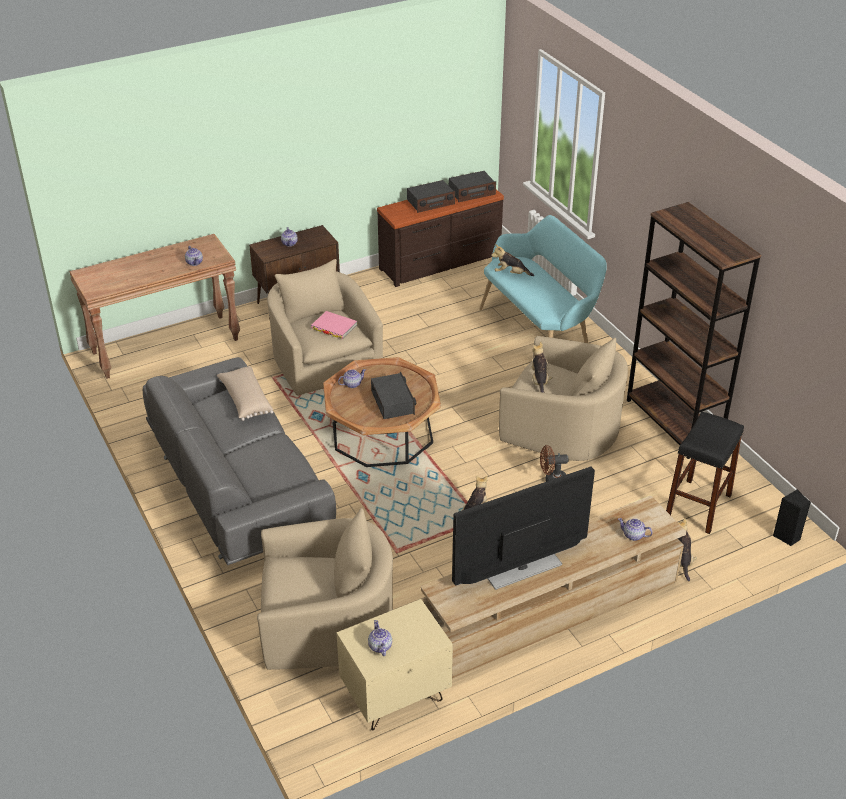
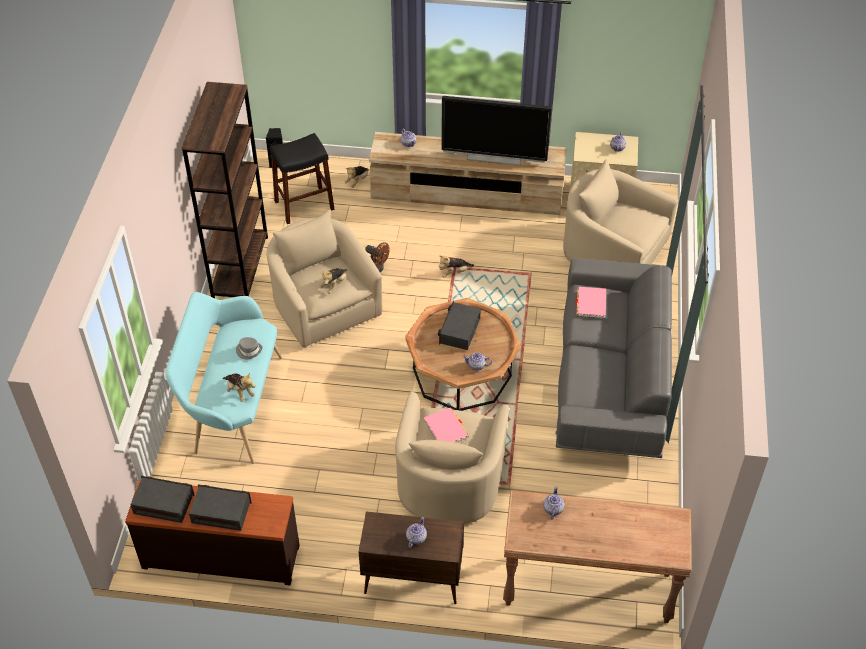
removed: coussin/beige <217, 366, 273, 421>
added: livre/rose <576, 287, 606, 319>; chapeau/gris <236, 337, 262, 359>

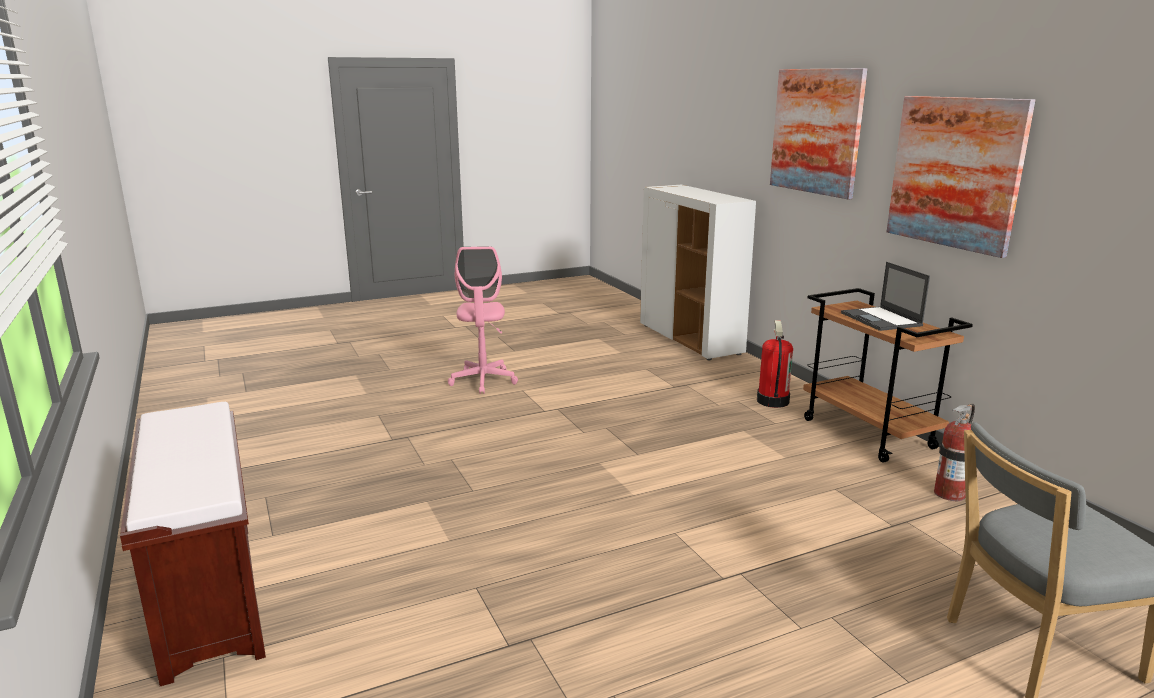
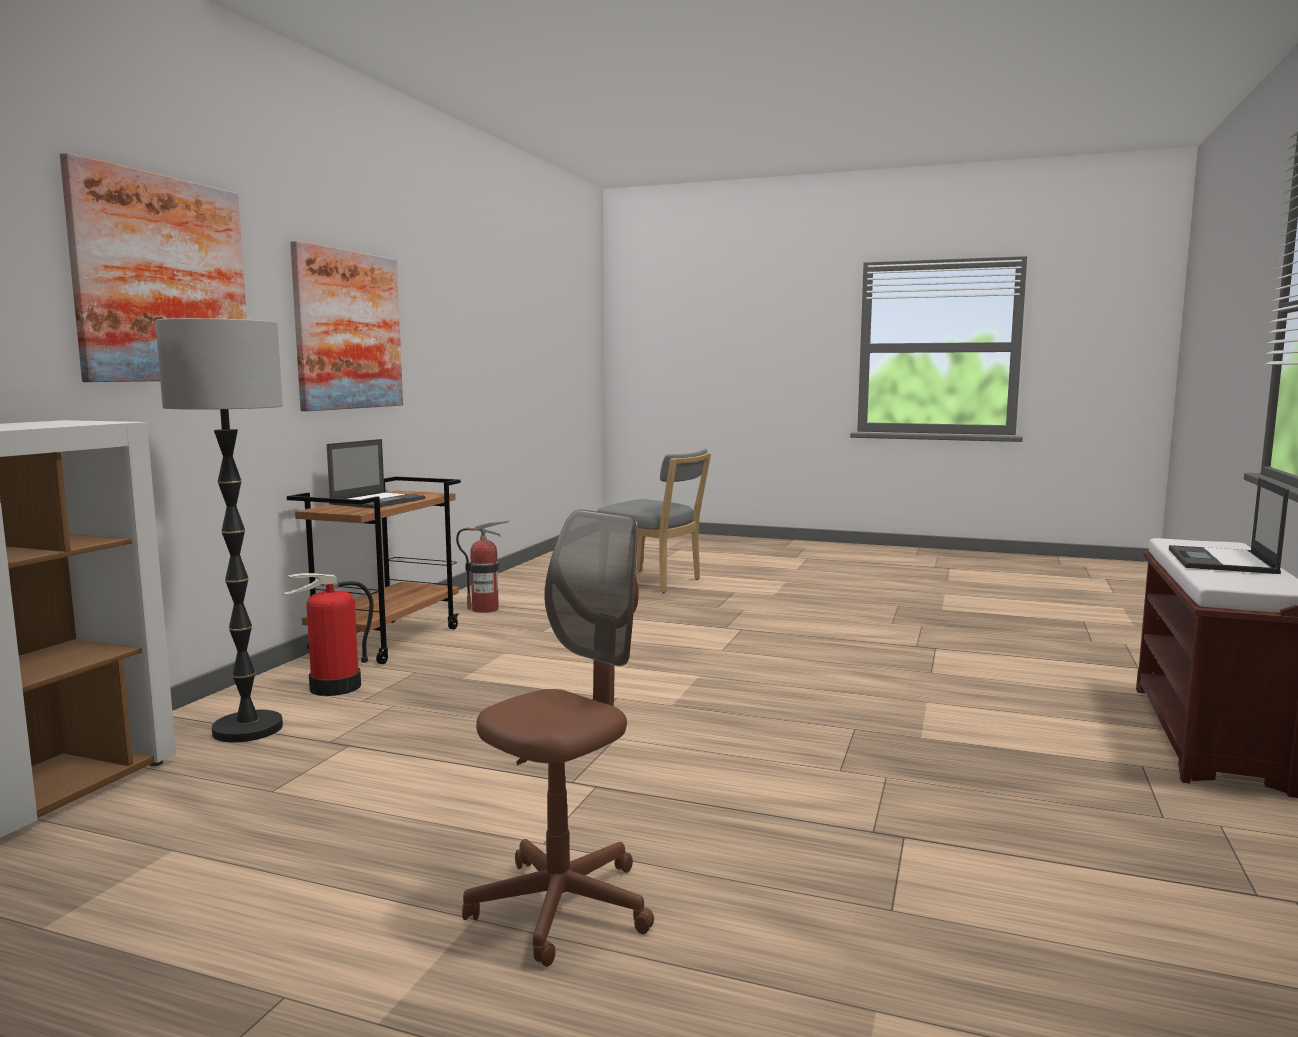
added: lampadaire <155, 318, 283, 742>; ordinateur portable <1169, 478, 1289, 574>
recoloured: chaise de bureau/rose <448, 246, 518, 394> to chaise de bureau/marron <462, 509, 654, 967>

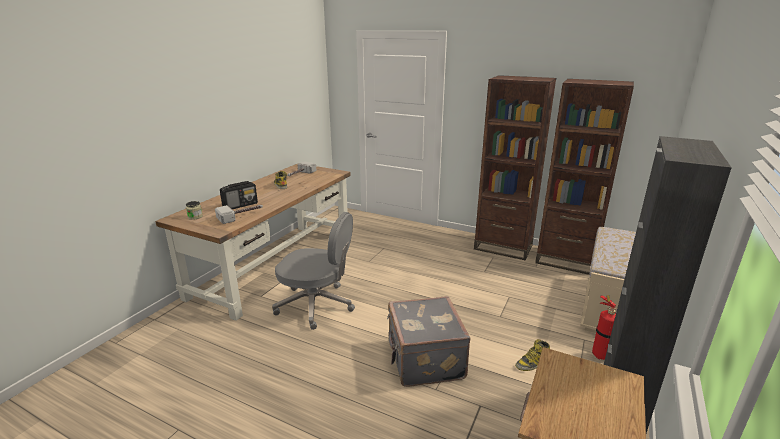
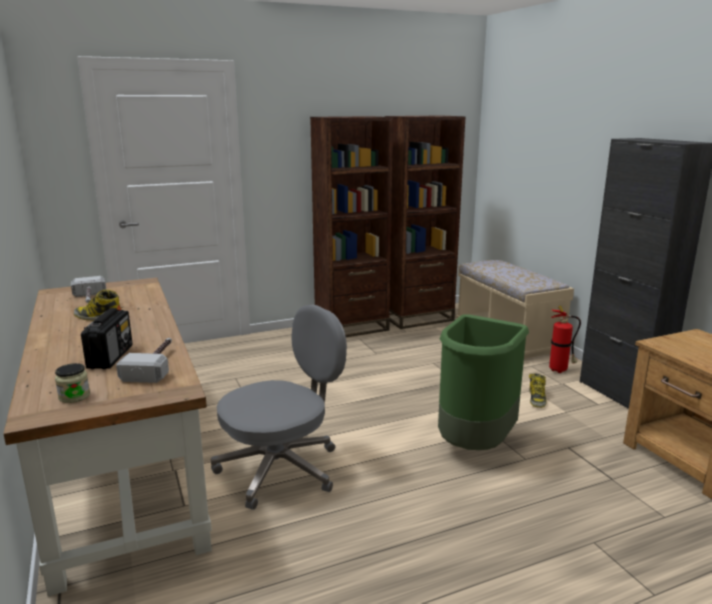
replaced: valise/gris <387, 296, 470, 387> to poubelle/vert <438, 314, 529, 450>

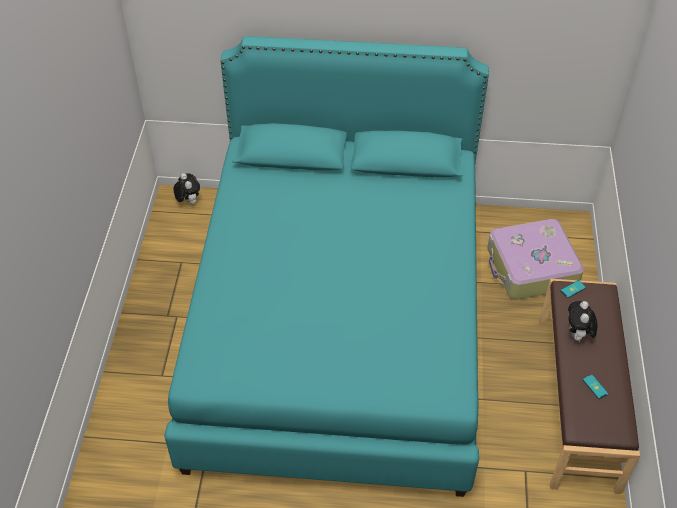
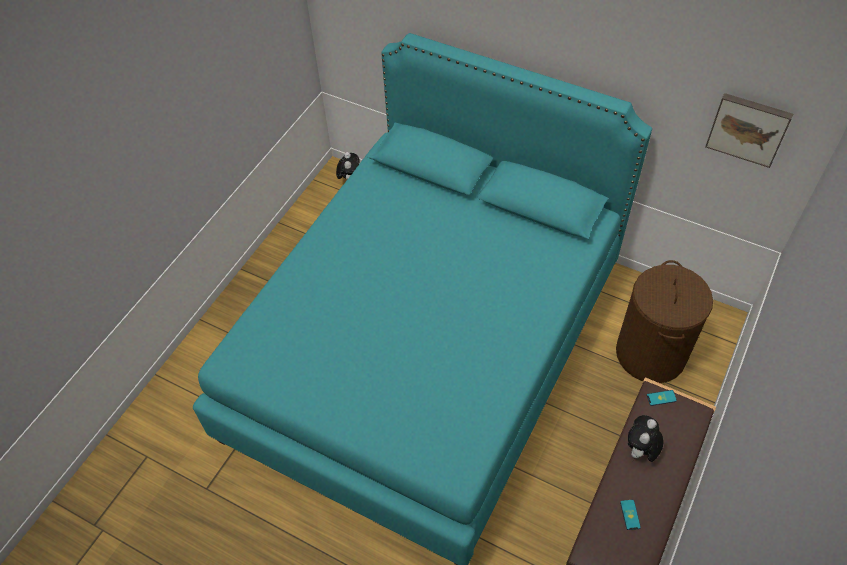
added: tableau <705, 93, 793, 168>
replaced: valise <487, 219, 584, 300> to panier à linge/marron <616, 260, 713, 383>

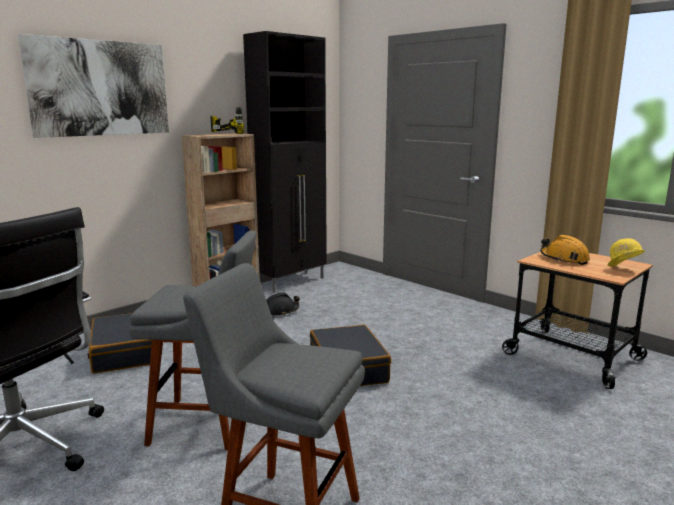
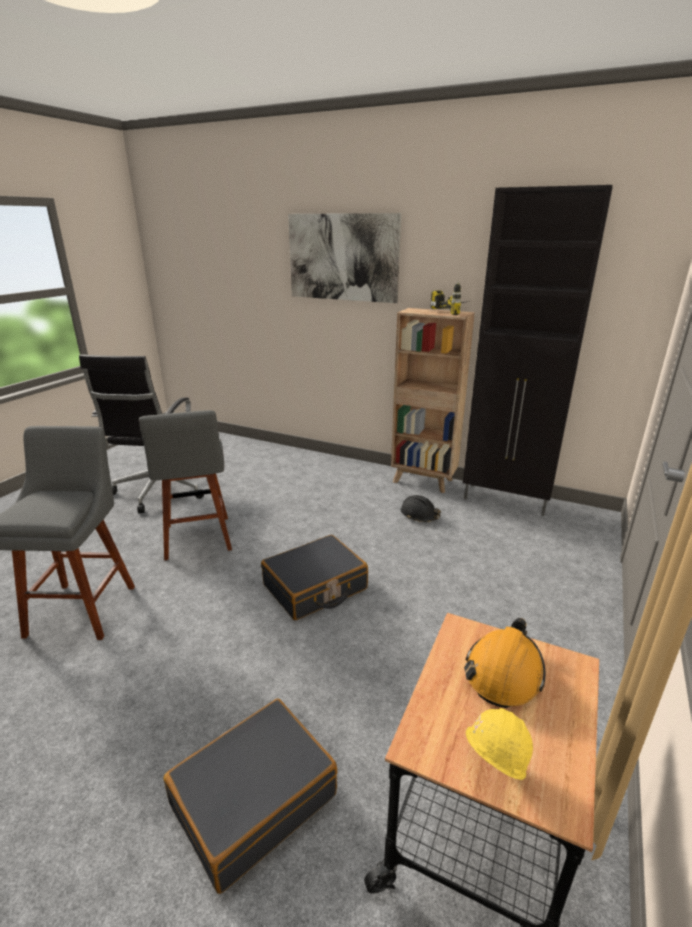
moved: valise/noir <87, 313, 152, 374> to <163, 698, 337, 894>

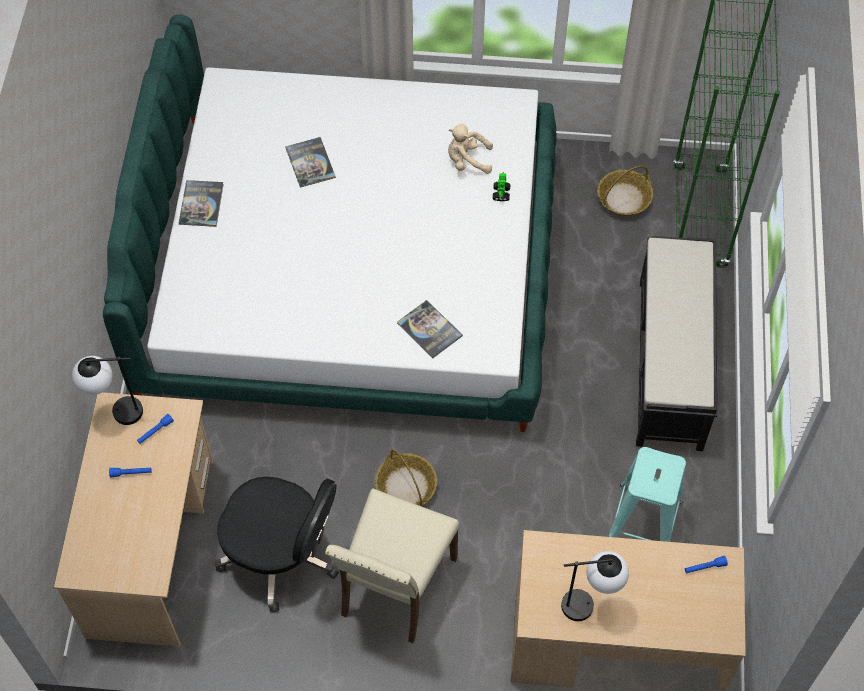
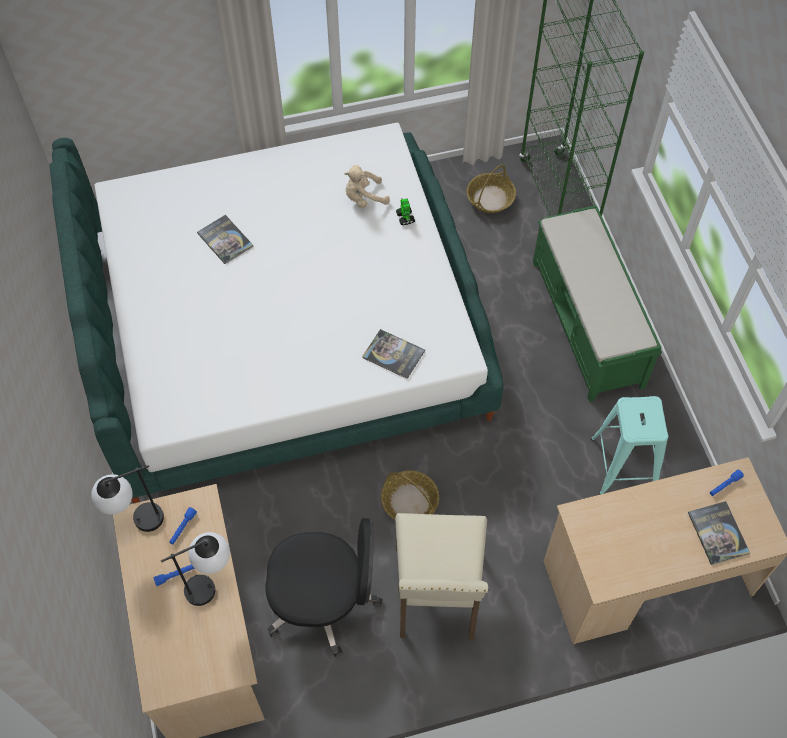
moved: livre <179, 180, 224, 227> to <688, 501, 750, 565>; lampe de table <561, 551, 629, 621> to <161, 532, 230, 606>
recoloured: banc/noir <636, 236, 717, 451> to banc/vert <533, 205, 662, 402>

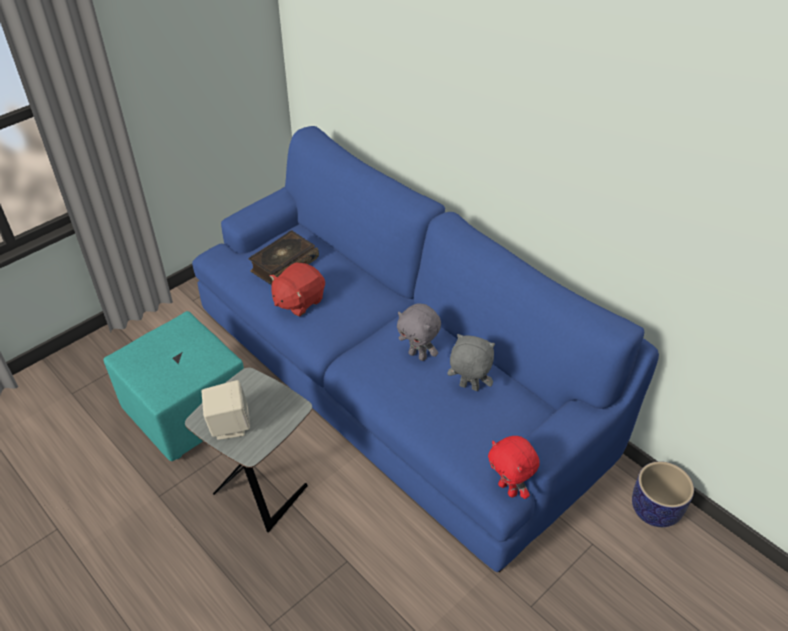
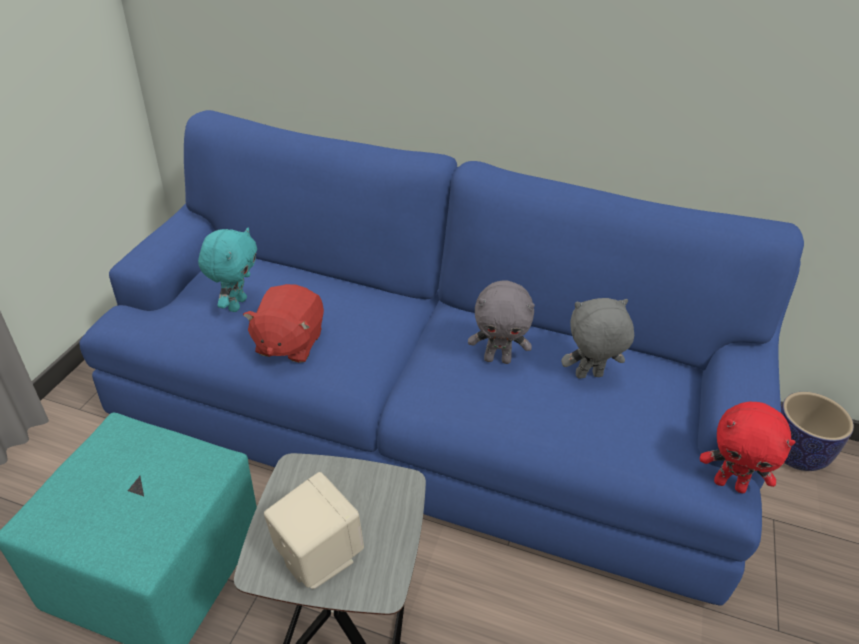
replaced: livre <249, 231, 319, 285> to peluche/turquoise <198, 228, 257, 312>

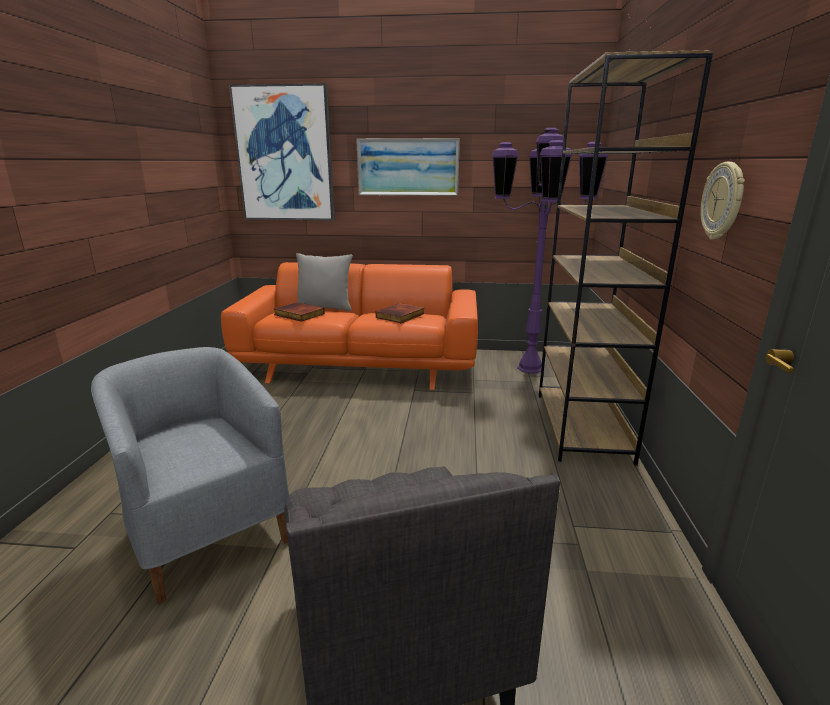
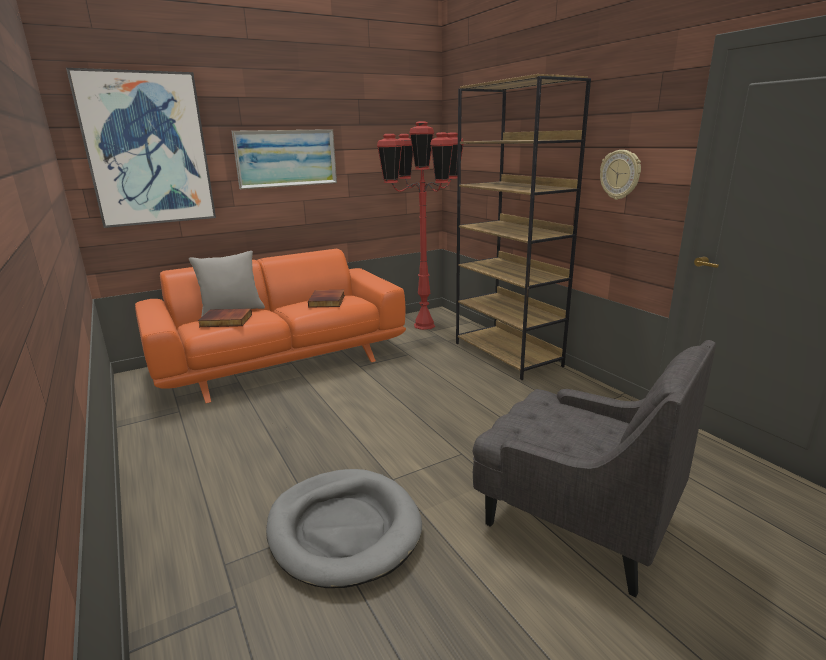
replaced: fauteuil/gris <91, 347, 289, 604> to panier pour chien/gris <266, 469, 422, 588>
recoloured: lampadaire/violet <492, 128, 608, 374> to lampadaire/rouge <377, 121, 463, 330>

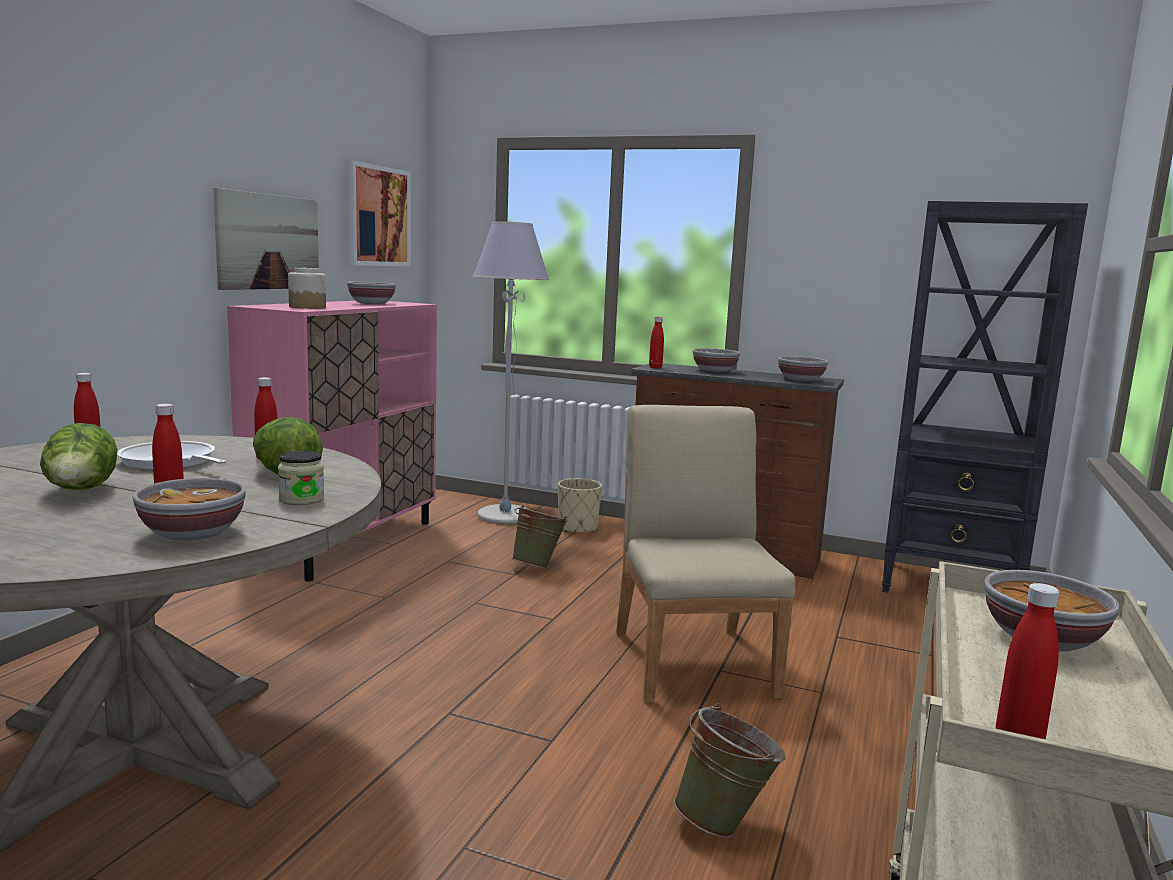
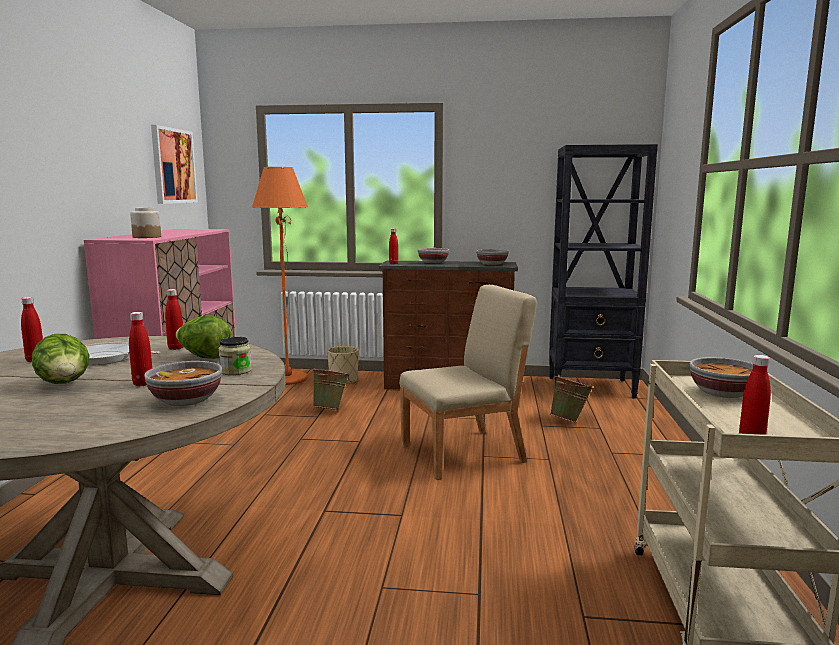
removed: tableau <213, 188, 319, 290>; bol <347, 282, 396, 304>
moved: seau/vert <674, 703, 786, 838> to <550, 375, 593, 423>
recoloured: lampadaire/gris <473, 221, 549, 524> to lampadaire/orange <252, 167, 308, 385>
turned: chaise/beige <616, 405, 796, 703> = <399, 285, 537, 480> 90 degrees clockwise

